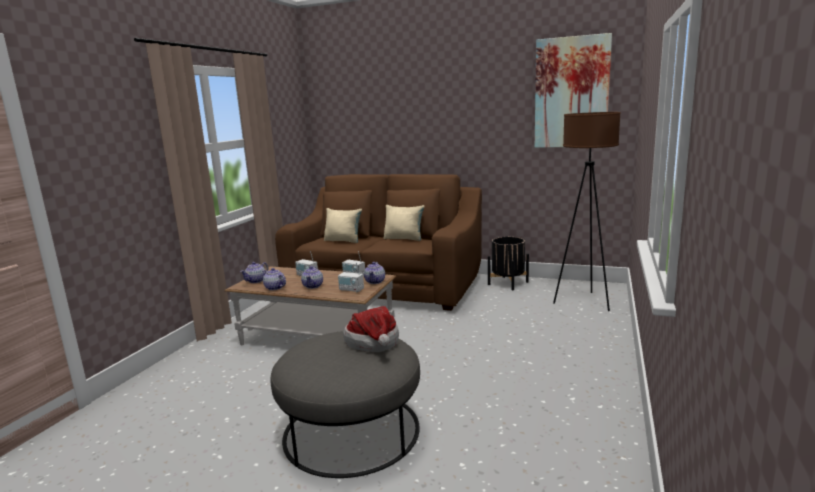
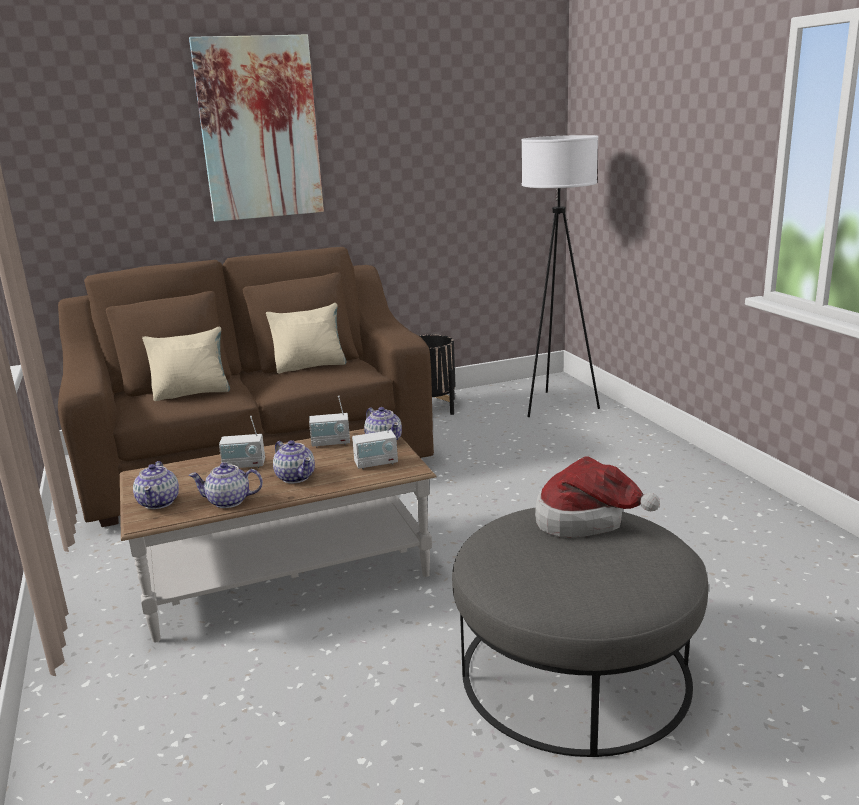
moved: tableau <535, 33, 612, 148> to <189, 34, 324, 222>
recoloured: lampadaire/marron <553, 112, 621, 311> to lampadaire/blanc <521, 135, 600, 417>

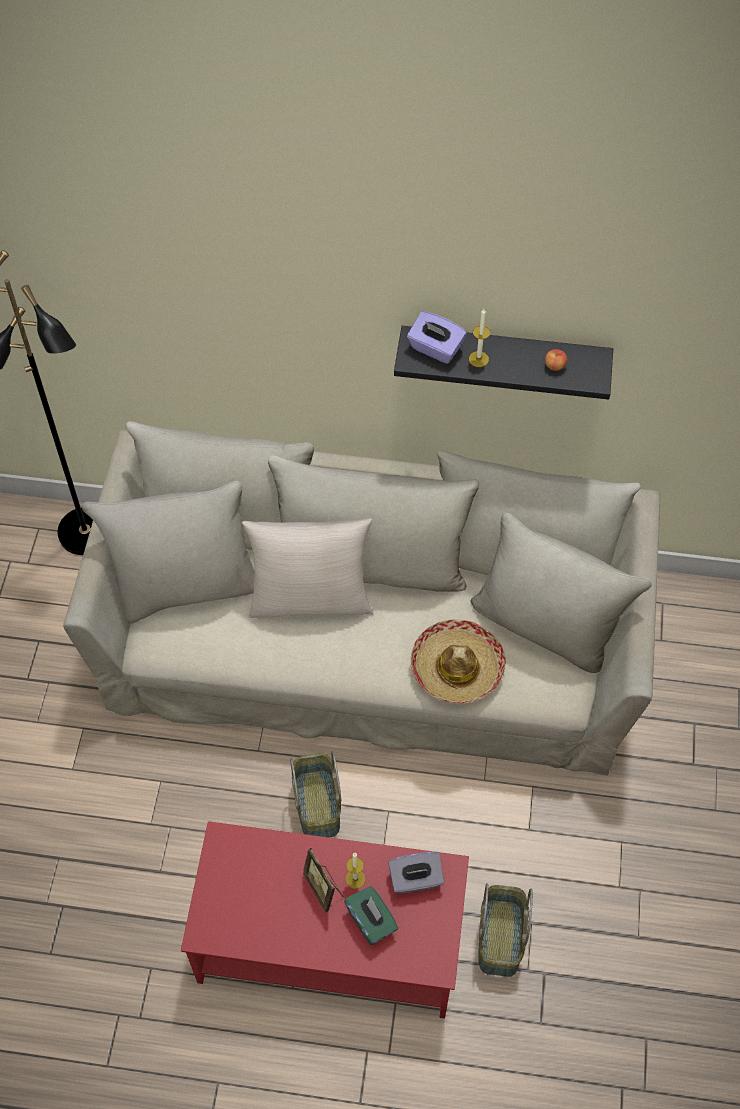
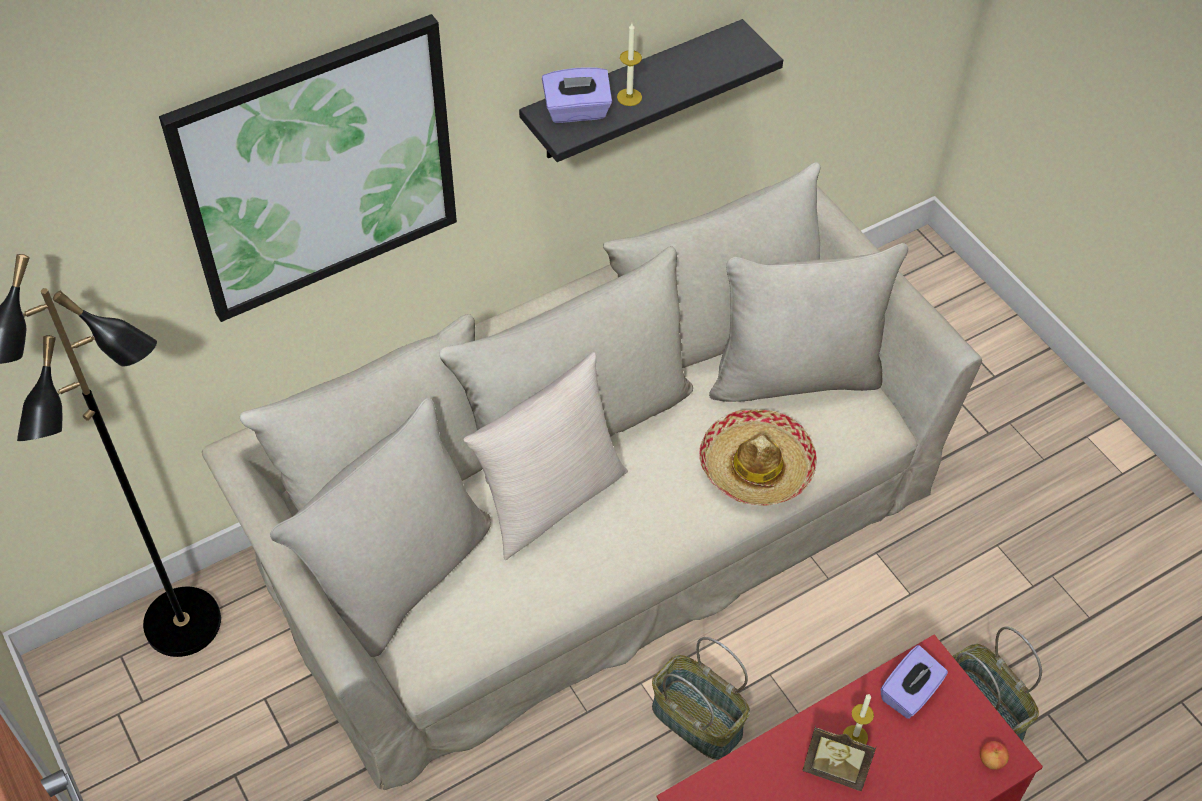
removed: boîte à mouchoirs/vert <344, 886, 398, 945>
added: tableau <159, 14, 457, 322>
moved: pomme <545, 349, 567, 371> to <980, 741, 1009, 770>
recoloured: boîte à mouchoirs/gris <388, 852, 444, 894> to boîte à mouchoirs/violet <881, 645, 948, 719>

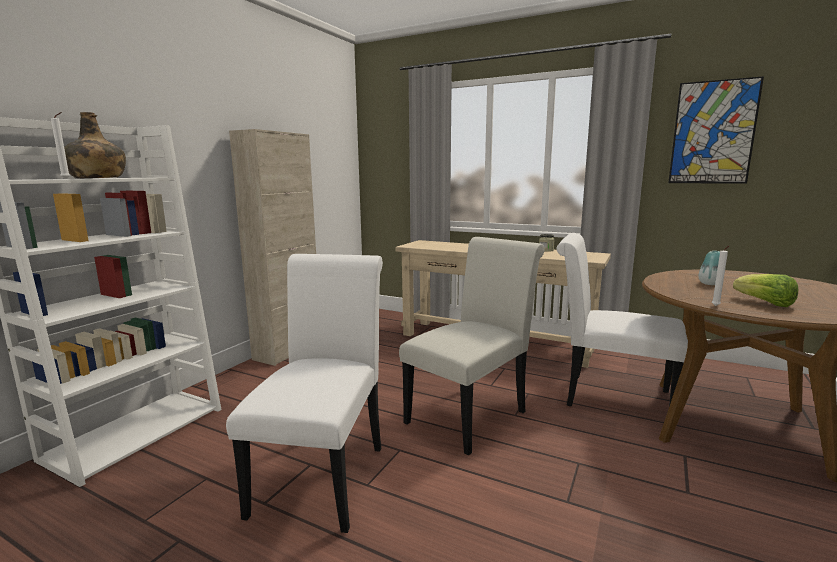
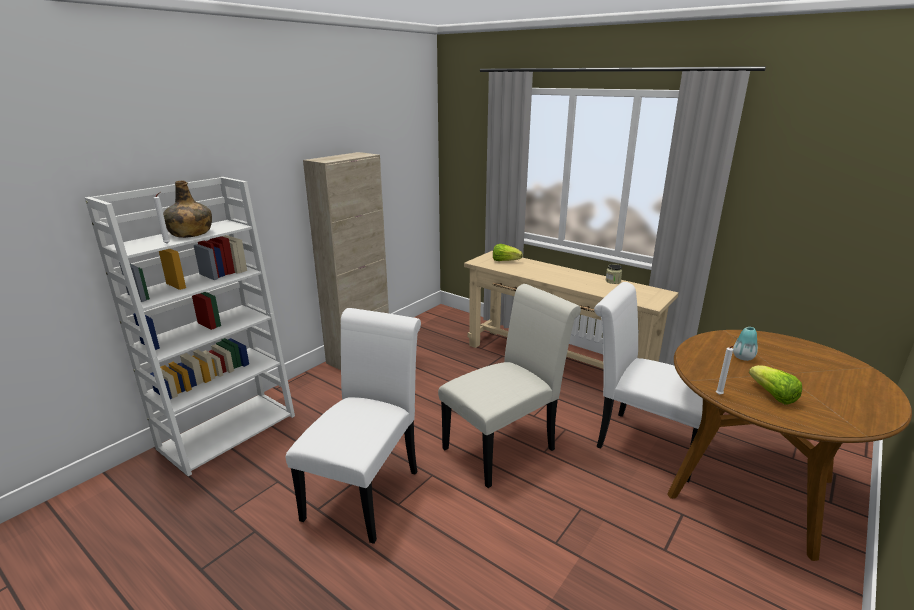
removed: tableau <668, 76, 764, 184>
added: laitue <493, 244, 523, 261>

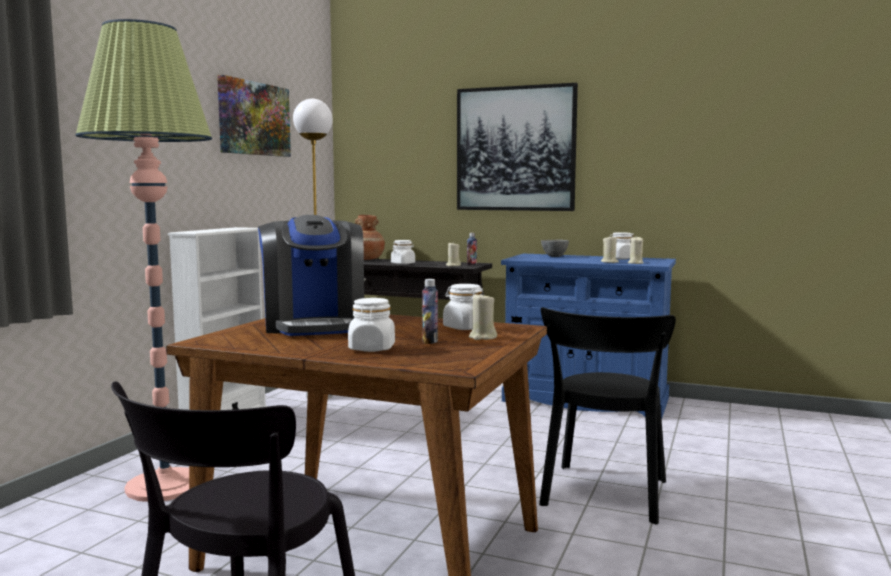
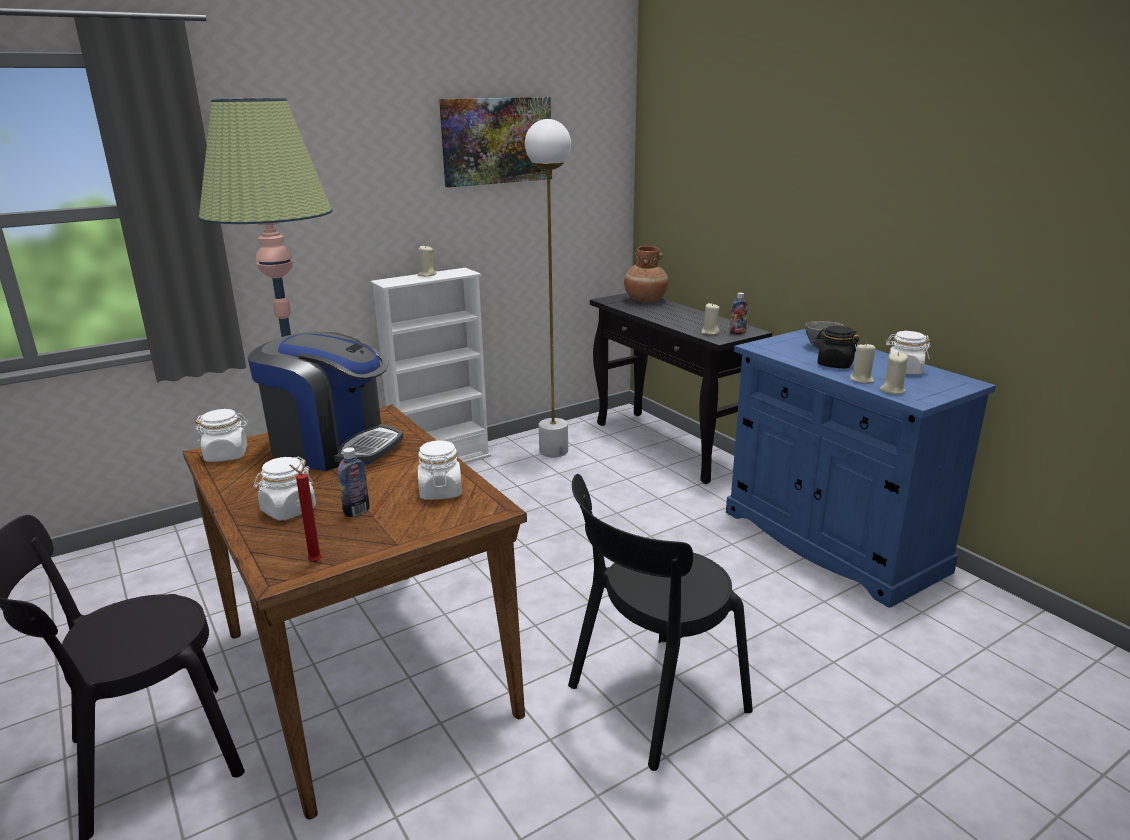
removed: tableau <457, 83, 578, 211>
added: bocal/noir <816, 326, 859, 368>; bougie/rouge <290, 465, 322, 562>
moved: bocal/blanc <391, 240, 415, 265> to <195, 409, 248, 462>; bougie/beige <469, 292, 497, 340> to <418, 245, 437, 277>
turned: machine à café <258, 215, 364, 336> = <248, 331, 403, 471> 90 degrees counterclockwise

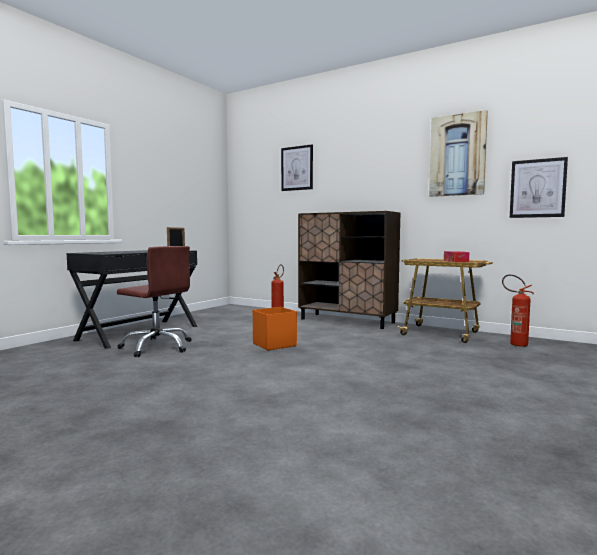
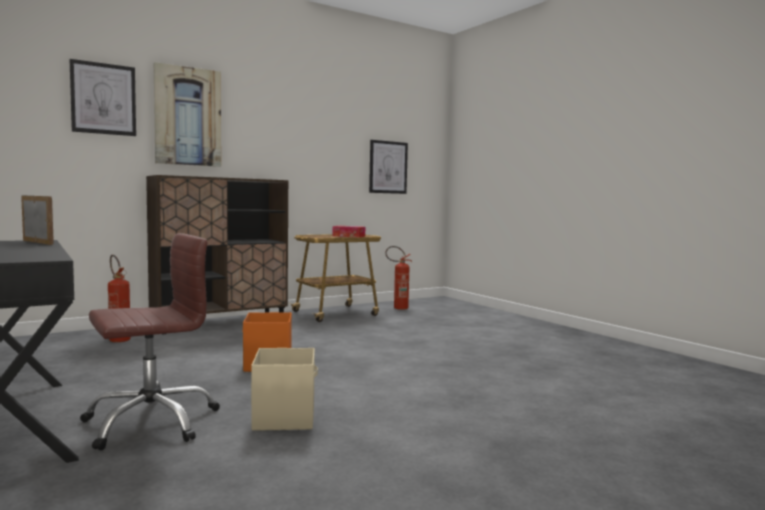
added: boîte de rangement/beige <251, 348, 318, 431>
moved: tableau <429, 110, 488, 197> to <154, 62, 221, 167>

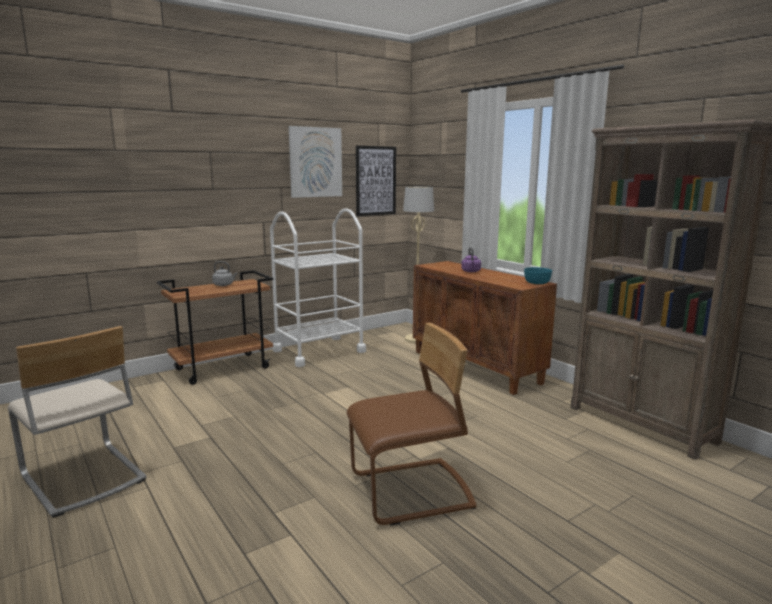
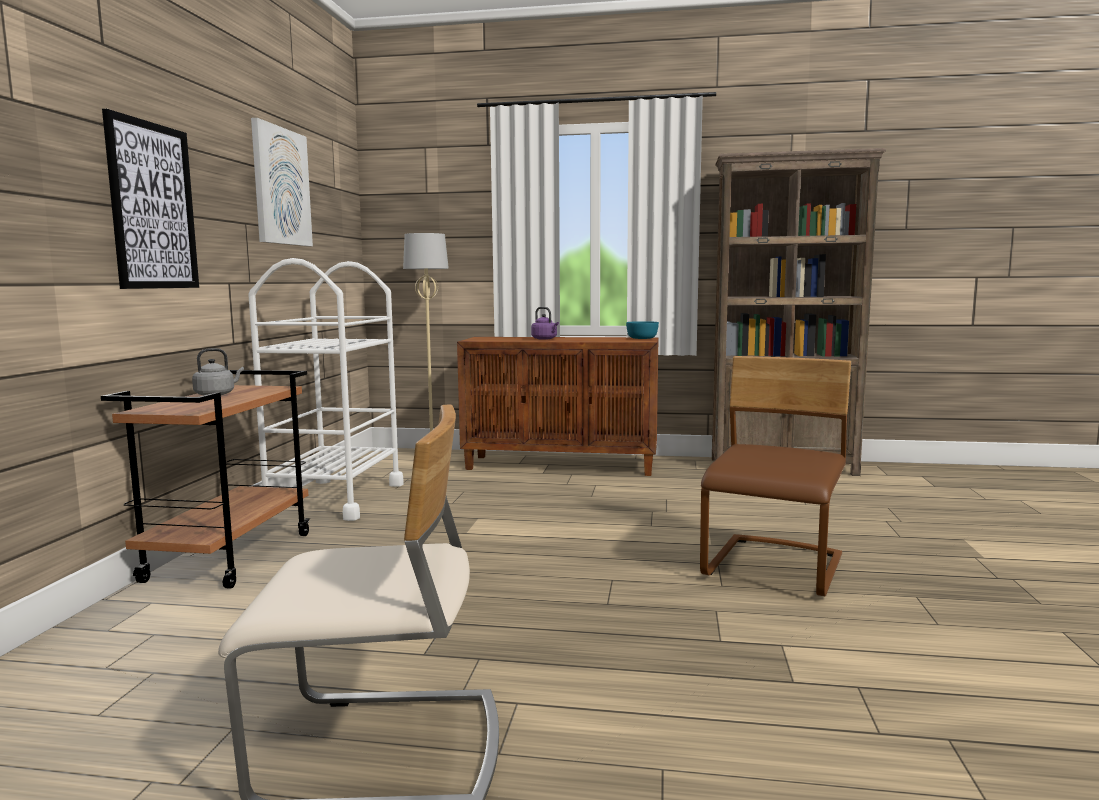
moved: tableau <356, 146, 396, 216> to <102, 109, 199, 289>

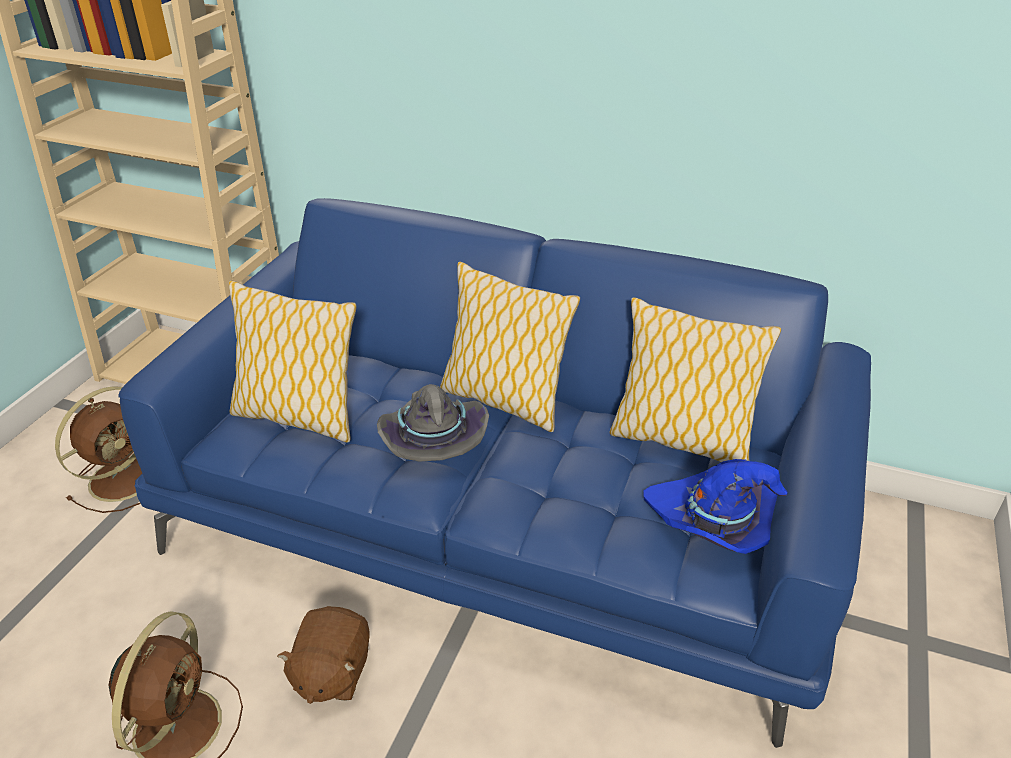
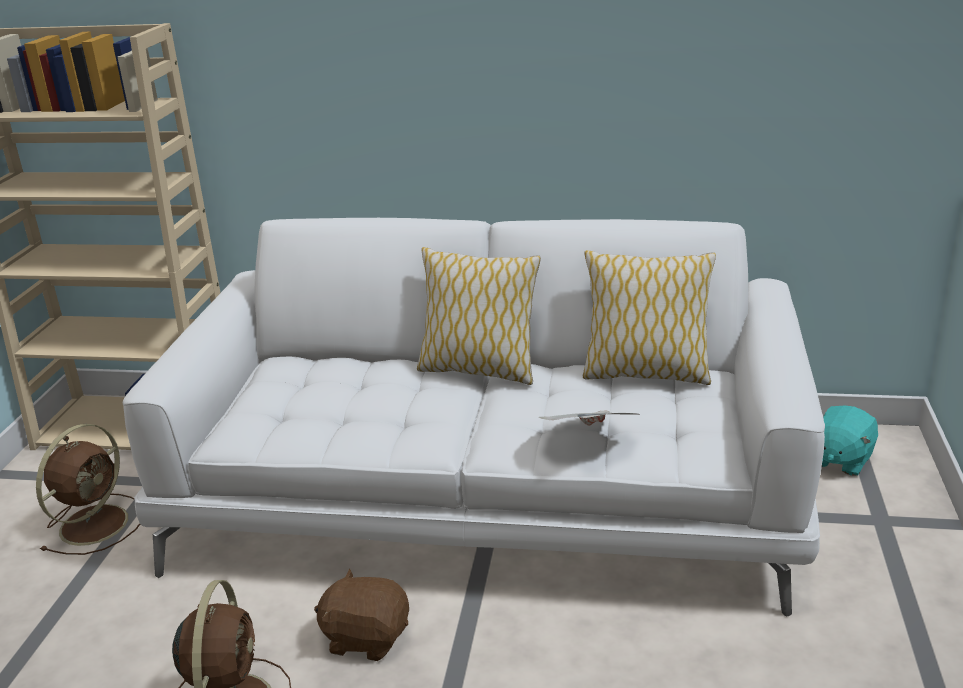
removed: coussin <229, 280, 357, 443>; chapeau/gris <377, 384, 489, 462>; chapeau/bleu <643, 459, 788, 554>
added: peluche/turquoise <822, 406, 878, 476>; journal <539, 410, 640, 426>
recoloured: canapé/bleu <118, 198, 871, 748> to canapé/blanc <123, 218, 825, 617>
turned: peluche/marron <277, 606, 370, 704> = <314, 569, 409, 661> 105 degrees clockwise

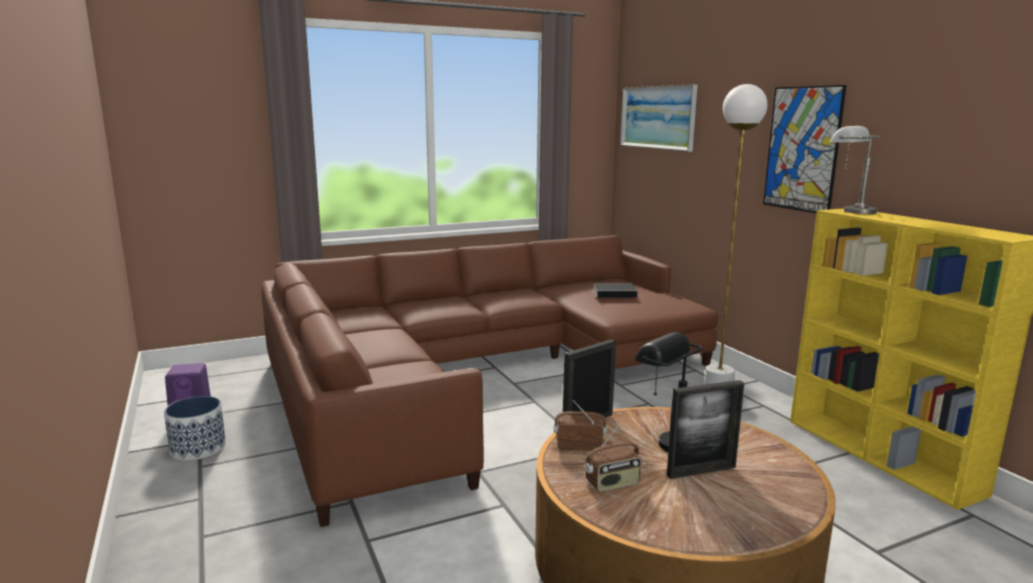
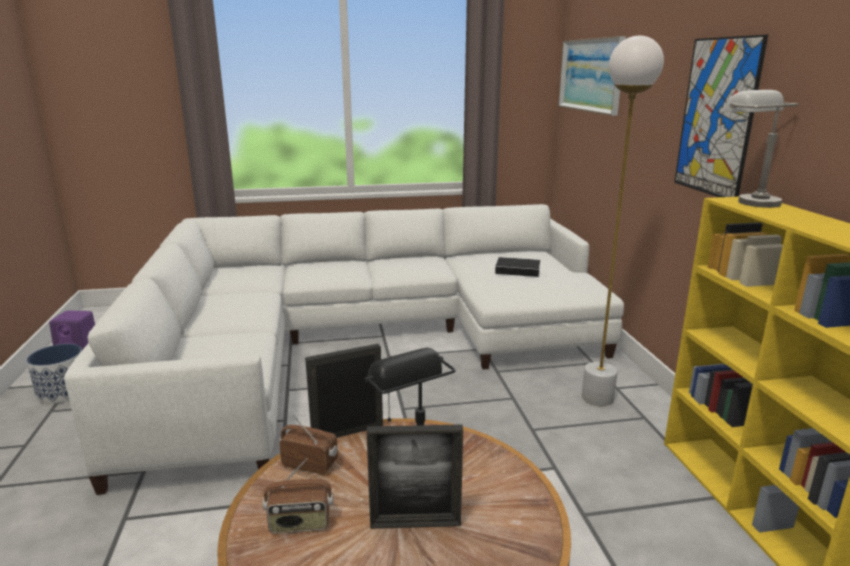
recoloured: canapé/marron <262, 235, 718, 527> to canapé/blanc <64, 204, 624, 495>

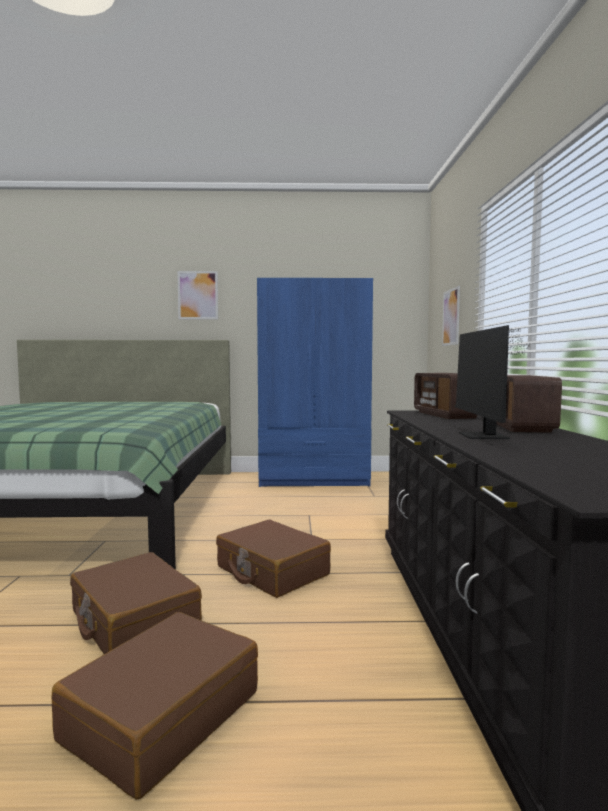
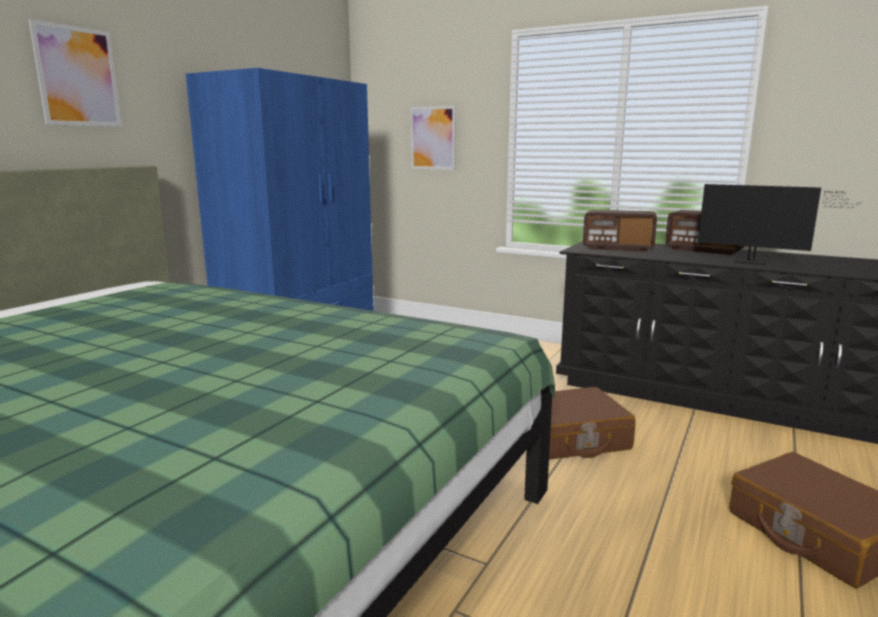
removed: valise/marron <70, 552, 202, 654>

